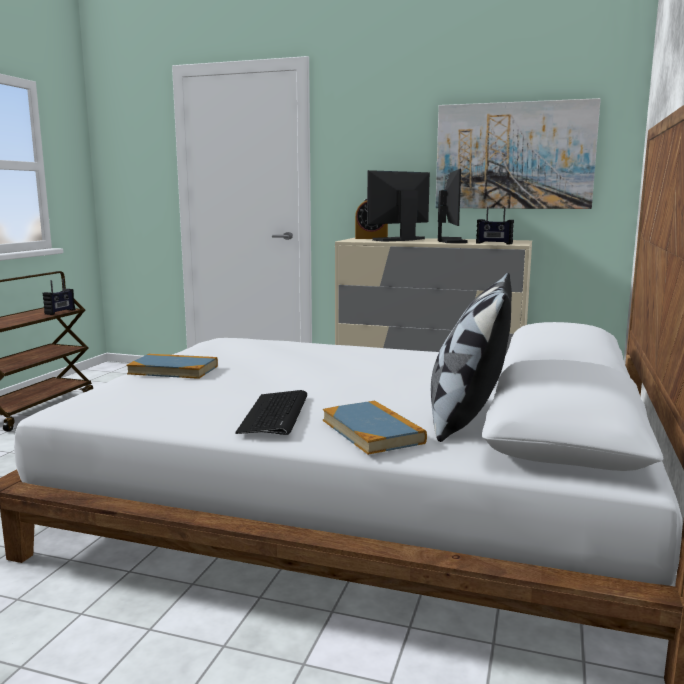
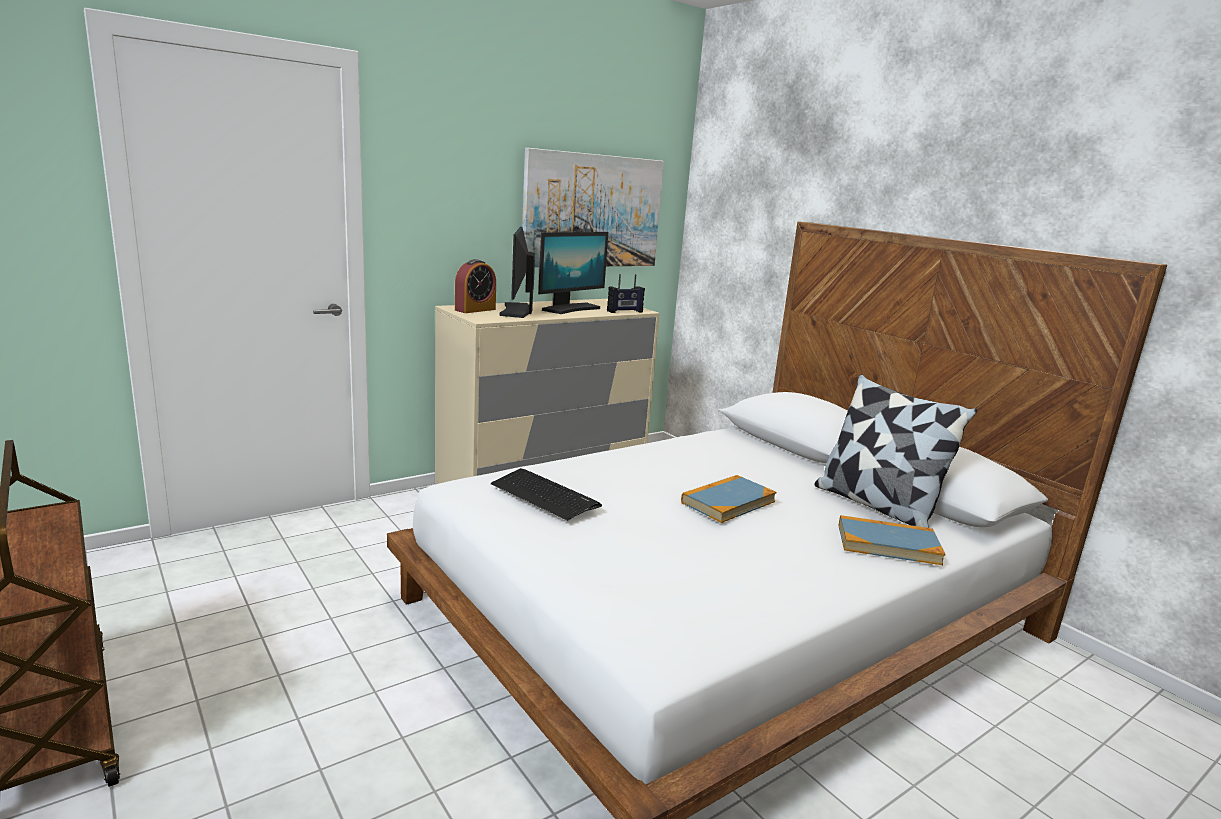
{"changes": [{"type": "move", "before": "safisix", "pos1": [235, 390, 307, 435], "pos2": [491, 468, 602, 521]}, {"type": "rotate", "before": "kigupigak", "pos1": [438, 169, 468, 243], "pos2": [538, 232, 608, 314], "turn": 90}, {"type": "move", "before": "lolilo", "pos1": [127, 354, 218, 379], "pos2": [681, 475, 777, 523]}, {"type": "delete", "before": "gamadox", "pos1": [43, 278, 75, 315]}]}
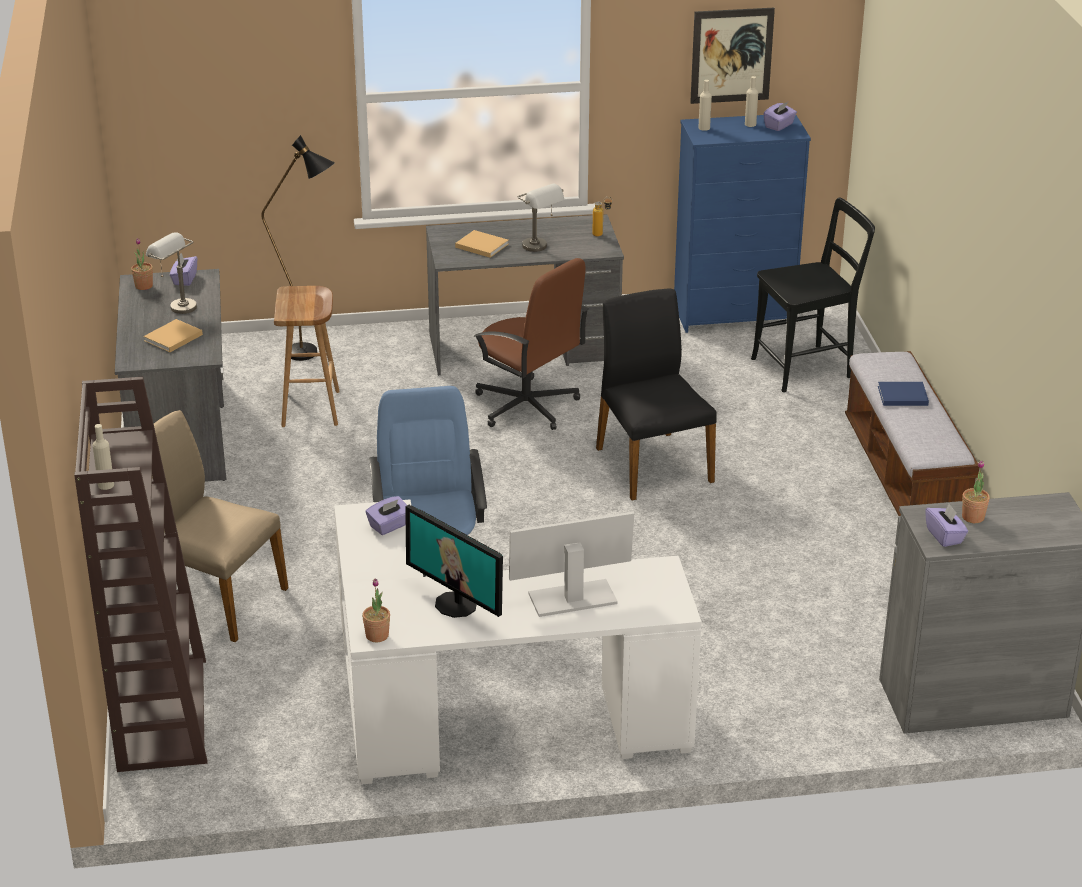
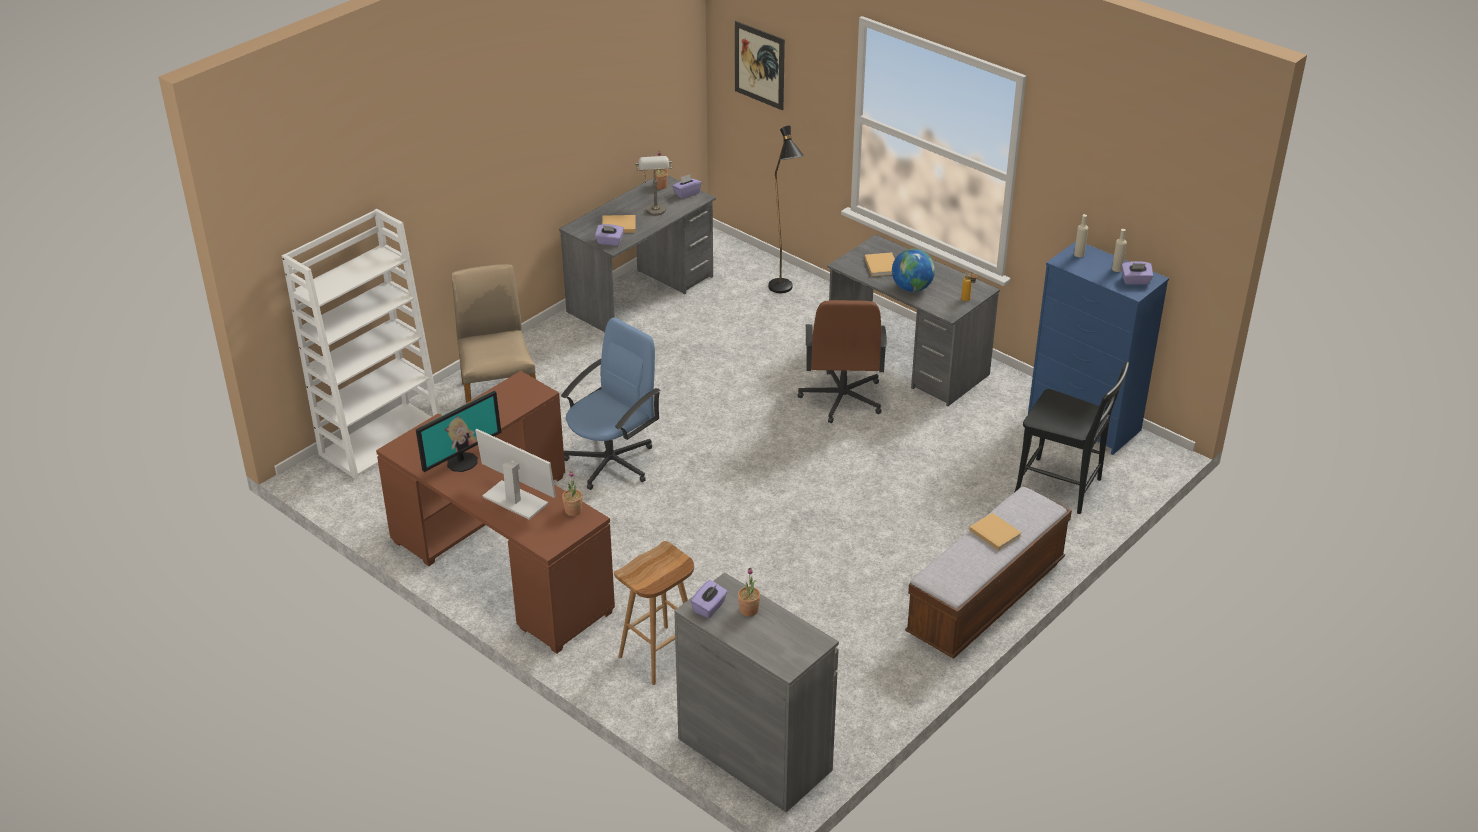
{"changes": [{"type": "recolor", "before": "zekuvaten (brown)", "after": "zekuvaten (white)", "pos1": [74, 377, 207, 772], "pos2": [282, 209, 440, 480]}, {"type": "recolor", "before": "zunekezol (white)", "after": "zunekezol (brown)", "pos1": [334, 500, 702, 784], "pos2": [376, 371, 615, 654]}, {"type": "rotate", "before": "kigupigak", "pos1": [405, 505, 503, 618], "pos2": [416, 391, 501, 472], "turn": -135}, {"type": "move", "before": "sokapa", "pos1": [362, 578, 390, 642], "pos2": [562, 471, 583, 516]}, {"type": "move", "before": "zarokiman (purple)", "pos1": [366, 496, 407, 535], "pos2": [595, 224, 624, 246]}, {"type": "move", "before": "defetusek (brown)", "pos1": [274, 286, 340, 427], "pos2": [614, 541, 694, 685]}, {"type": "move", "before": "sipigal", "pos1": [690, 8, 775, 104], "pos2": [735, 21, 785, 111]}, {"type": "replace", "before": "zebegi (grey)", "after": "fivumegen", "pos1": [518, 184, 564, 252], "pos2": [892, 249, 935, 292]}, {"type": "recolor", "before": "lolilo (blue)", "after": "lolilo (beige)", "pos1": [878, 382, 929, 406], "pos2": [969, 513, 1022, 551]}, {"type": "delete", "before": "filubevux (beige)", "pos1": [93, 424, 114, 490]}, {"type": "delete", "before": "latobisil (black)", "pos1": [596, 289, 717, 500]}]}
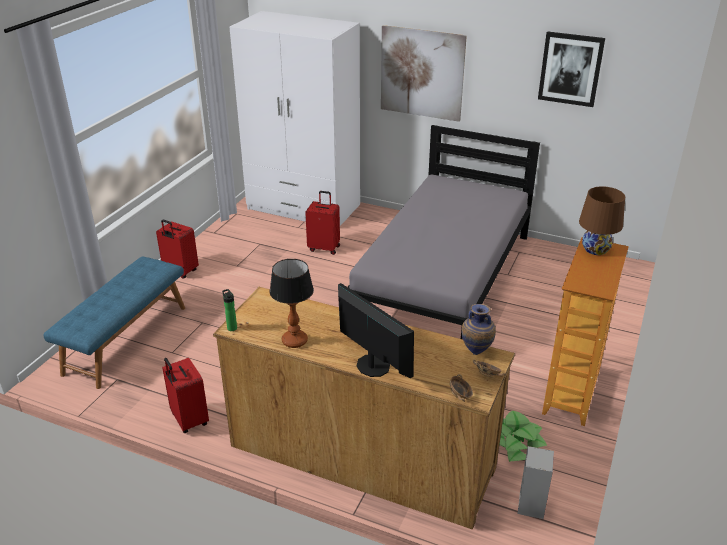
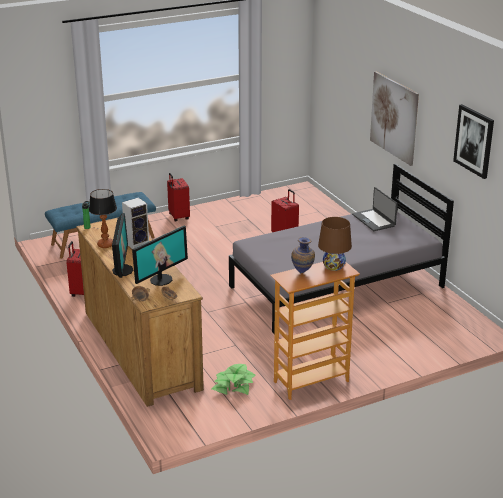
{"changes": [{"type": "move", "before": "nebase", "pos1": [517, 446, 554, 519], "pos2": [122, 198, 149, 249]}, {"type": "insert", "after": "kigupigak", "pos2": [132, 226, 188, 286]}, {"type": "move", "before": "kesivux", "pos1": [461, 304, 496, 355], "pos2": [291, 237, 315, 274]}, {"type": "insert", "after": "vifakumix", "pos2": [352, 187, 398, 231]}, {"type": "delete", "before": "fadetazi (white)", "pos1": [229, 11, 360, 226]}]}
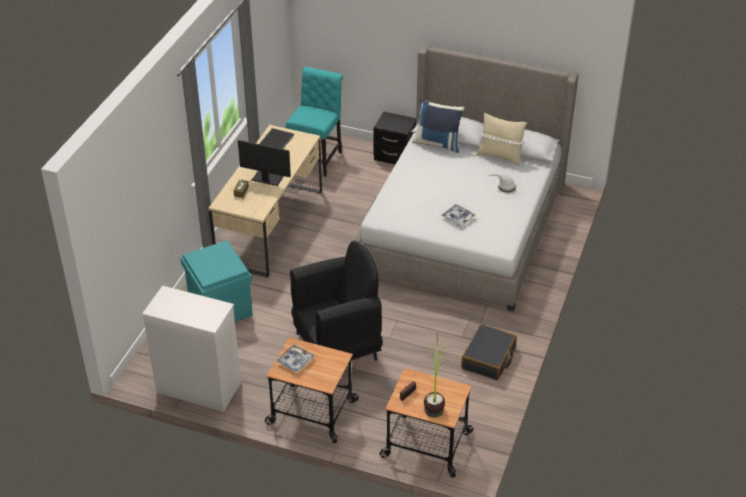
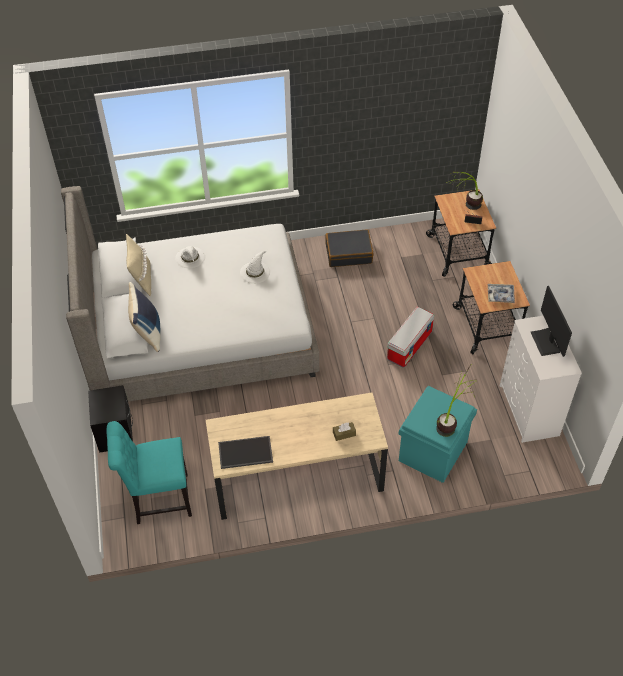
{"changes": [{"type": "replace", "before": "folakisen", "after": "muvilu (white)", "pos1": [440, 204, 476, 227], "pos2": [240, 249, 270, 284]}, {"type": "replace", "before": "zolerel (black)", "after": "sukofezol", "pos1": [290, 241, 383, 361], "pos2": [387, 307, 434, 368]}, {"type": "insert", "after": "sokapa", "pos2": [436, 364, 476, 437]}, {"type": "move", "before": "kigupigak", "pos1": [238, 140, 291, 186], "pos2": [531, 286, 572, 357]}]}
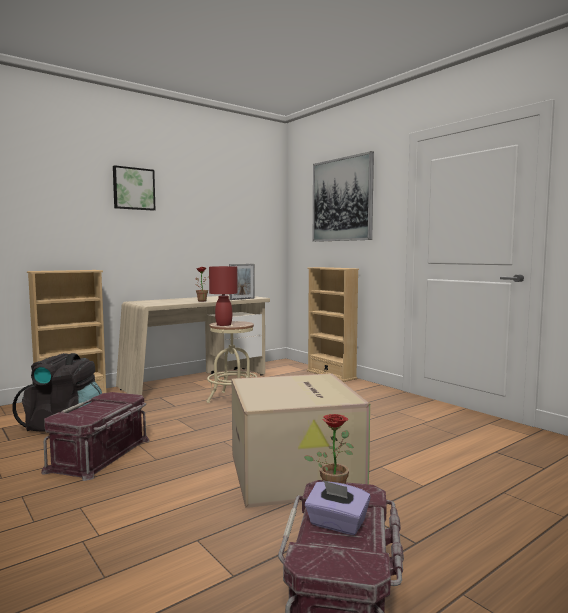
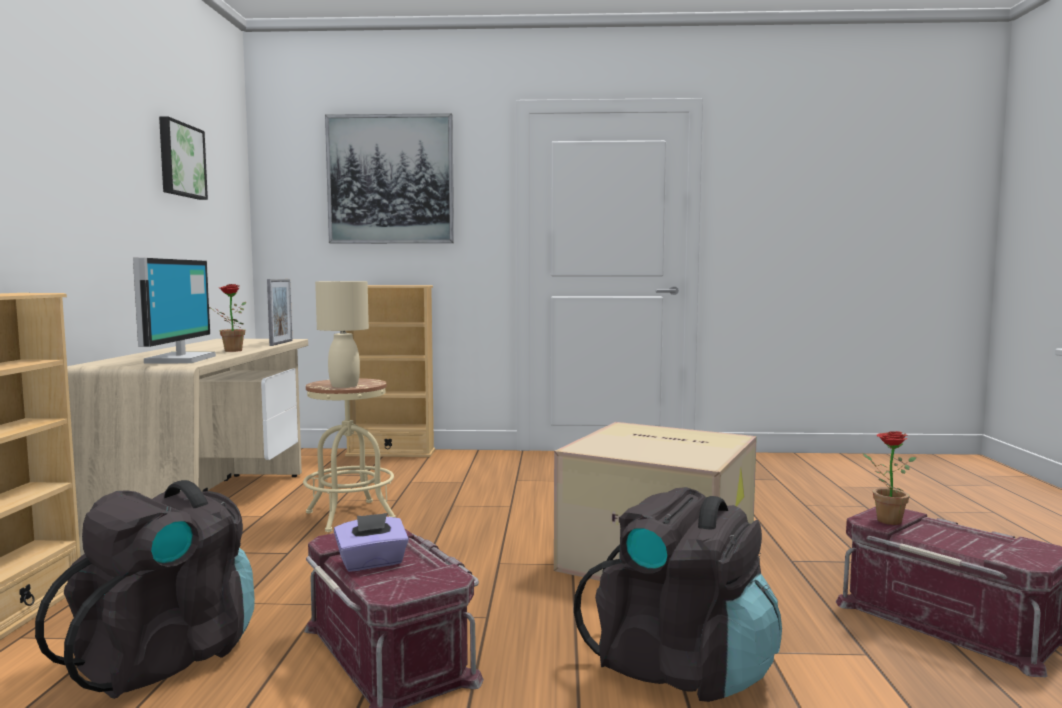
{"changes": [{"type": "insert", "after": "kigupigak", "pos2": [133, 258, 216, 364]}, {"type": "move", "before": "sipigal", "pos1": [113, 165, 155, 211], "pos2": [159, 116, 208, 200]}, {"type": "recolor", "before": "zebegi (red)", "after": "zebegi (beige)", "pos1": [209, 266, 238, 326], "pos2": [315, 281, 369, 388]}, {"type": "move", "before": "zarokiman (purple)", "pos1": [305, 481, 371, 535], "pos2": [334, 513, 409, 572]}, {"type": "insert", "after": "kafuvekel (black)", "pos2": [574, 487, 782, 702]}]}
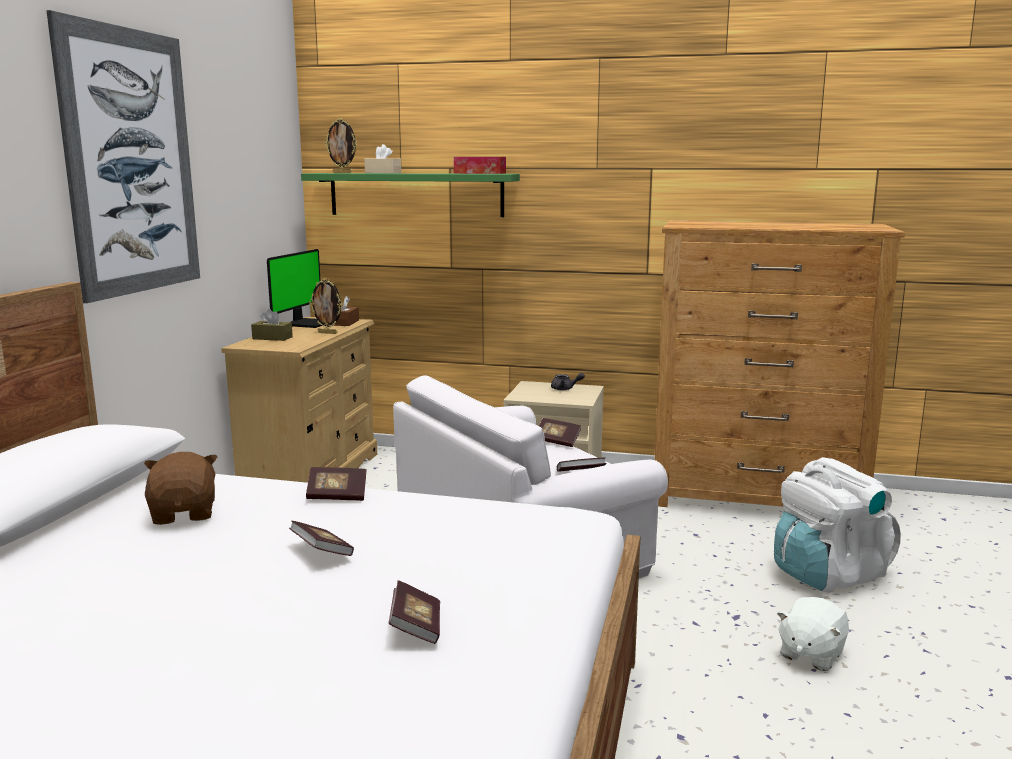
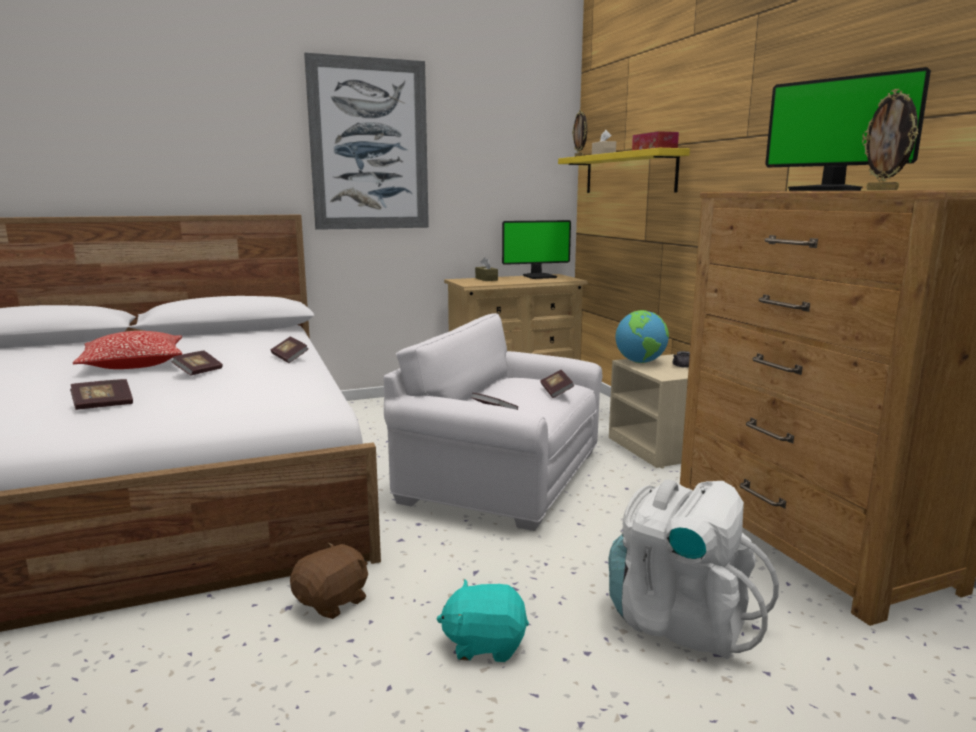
{"changes": [{"type": "insert", "after": "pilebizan", "pos2": [73, 331, 182, 369]}, {"type": "move", "before": "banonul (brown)", "pos1": [144, 452, 217, 525], "pos2": [290, 542, 368, 619]}, {"type": "recolor", "before": "banonul (white)", "after": "banonul (turquoise)", "pos1": [777, 597, 849, 671], "pos2": [437, 579, 529, 662]}, {"type": "recolor", "before": "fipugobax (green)", "after": "fipugobax (yellow)", "pos1": [301, 173, 520, 217], "pos2": [558, 148, 690, 193]}, {"type": "insert", "after": "fivumegen", "pos2": [616, 310, 669, 363]}, {"type": "insert", "after": "kigupigak", "pos2": [765, 67, 931, 191]}, {"type": "move", "before": "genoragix", "pos1": [309, 278, 343, 334], "pos2": [862, 89, 919, 190]}, {"type": "delete", "before": "zarokiman (brown)", "pos1": [333, 296, 359, 326]}]}
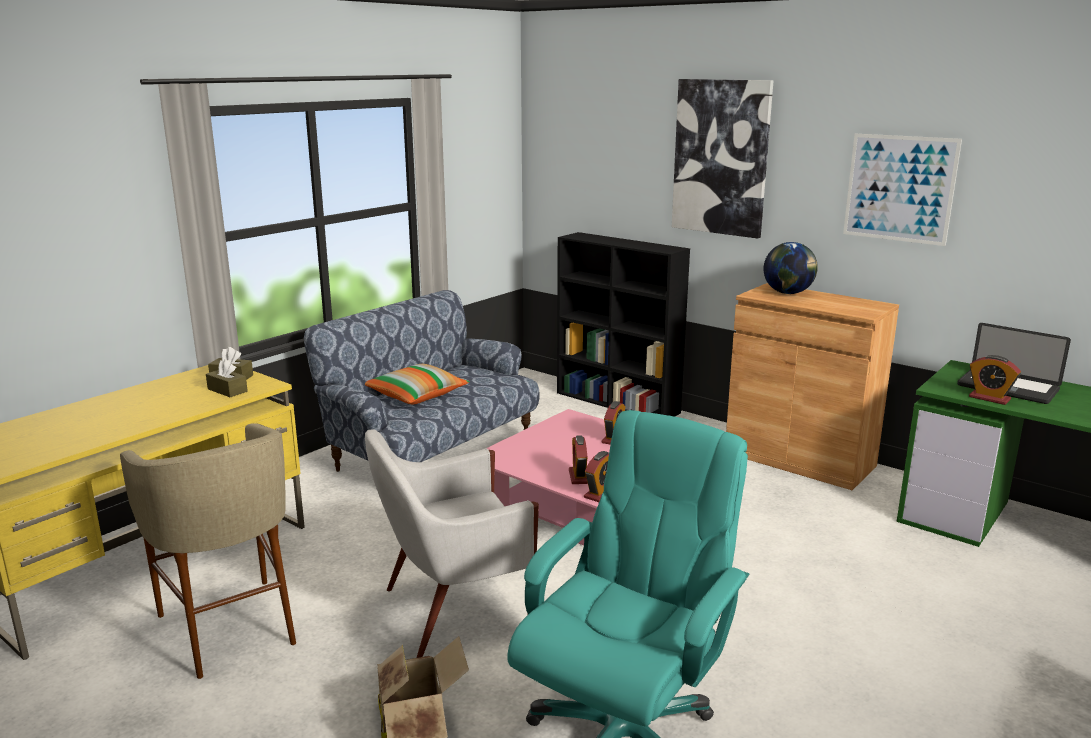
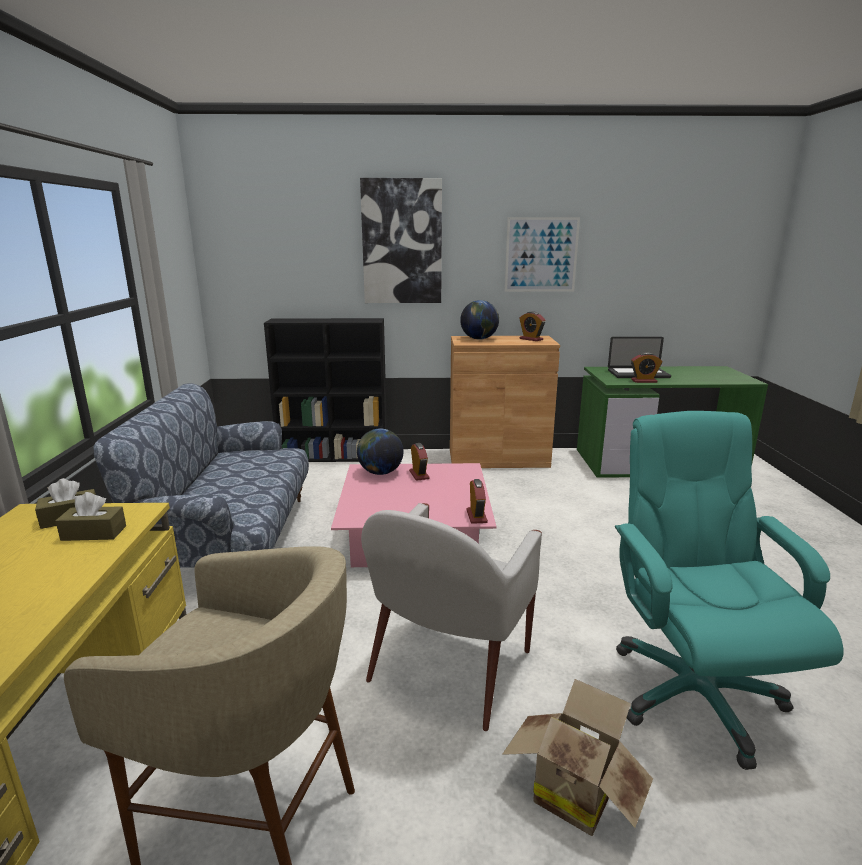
{"changes": [{"type": "insert", "after": "fivumegen", "pos2": [357, 428, 403, 475]}, {"type": "move", "before": "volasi", "pos1": [569, 435, 588, 484], "pos2": [519, 311, 546, 341]}, {"type": "delete", "before": "pilebizan", "pos1": [365, 364, 469, 404]}]}
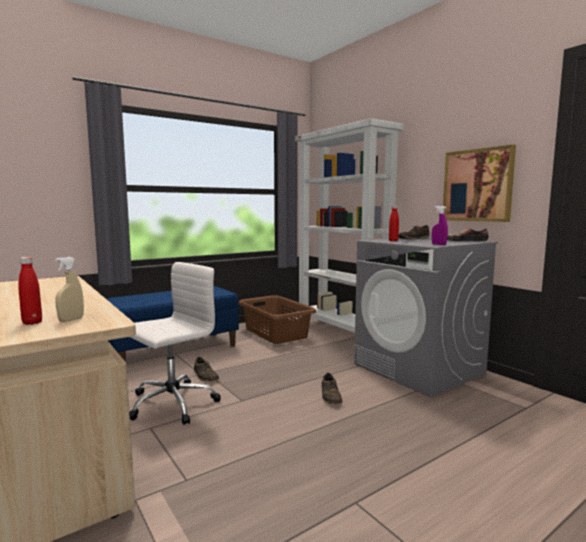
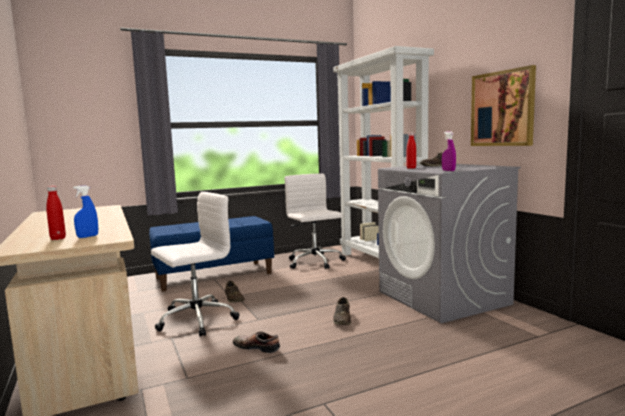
{"changes": [{"type": "recolor", "before": "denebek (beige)", "after": "denebek (blue)", "pos1": [55, 257, 84, 322], "pos2": [73, 185, 98, 238]}, {"type": "move", "before": "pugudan", "pos1": [447, 227, 488, 242], "pos2": [233, 332, 280, 353]}, {"type": "replace", "before": "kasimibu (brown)", "after": "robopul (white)", "pos1": [239, 295, 316, 344], "pos2": [284, 173, 346, 269]}]}
